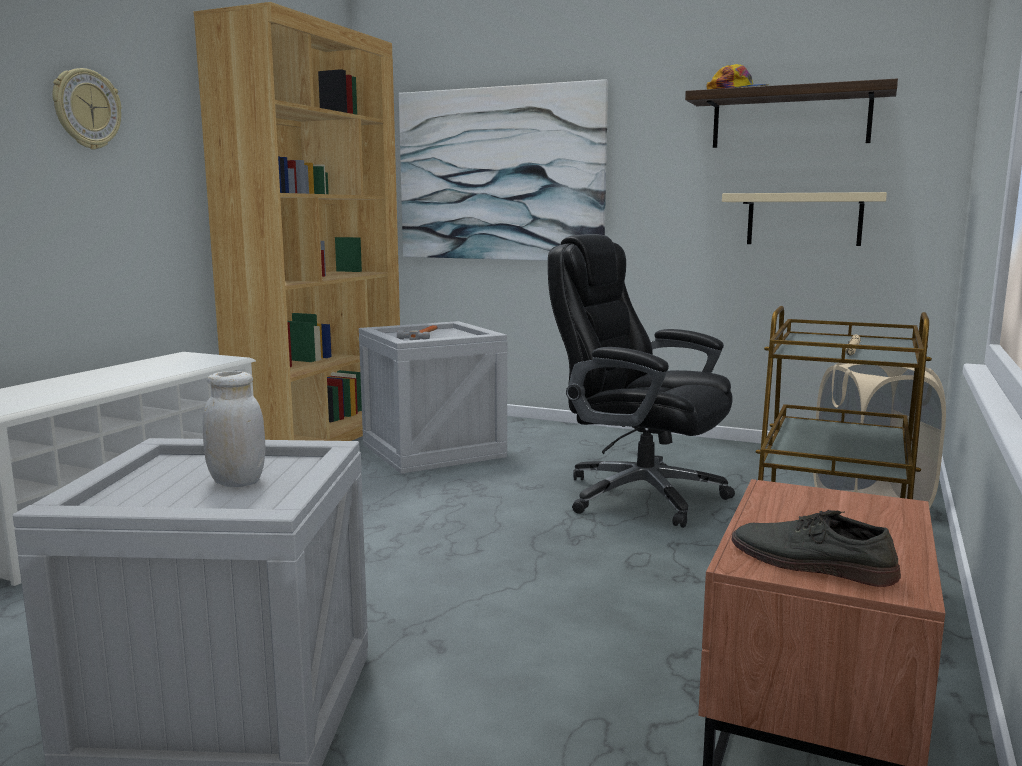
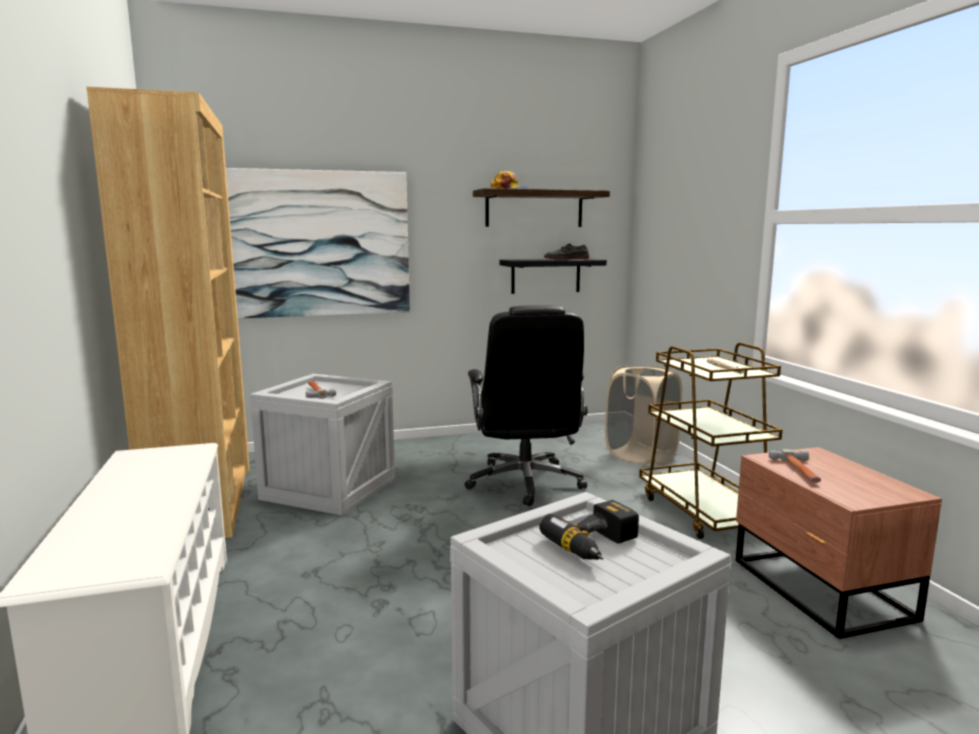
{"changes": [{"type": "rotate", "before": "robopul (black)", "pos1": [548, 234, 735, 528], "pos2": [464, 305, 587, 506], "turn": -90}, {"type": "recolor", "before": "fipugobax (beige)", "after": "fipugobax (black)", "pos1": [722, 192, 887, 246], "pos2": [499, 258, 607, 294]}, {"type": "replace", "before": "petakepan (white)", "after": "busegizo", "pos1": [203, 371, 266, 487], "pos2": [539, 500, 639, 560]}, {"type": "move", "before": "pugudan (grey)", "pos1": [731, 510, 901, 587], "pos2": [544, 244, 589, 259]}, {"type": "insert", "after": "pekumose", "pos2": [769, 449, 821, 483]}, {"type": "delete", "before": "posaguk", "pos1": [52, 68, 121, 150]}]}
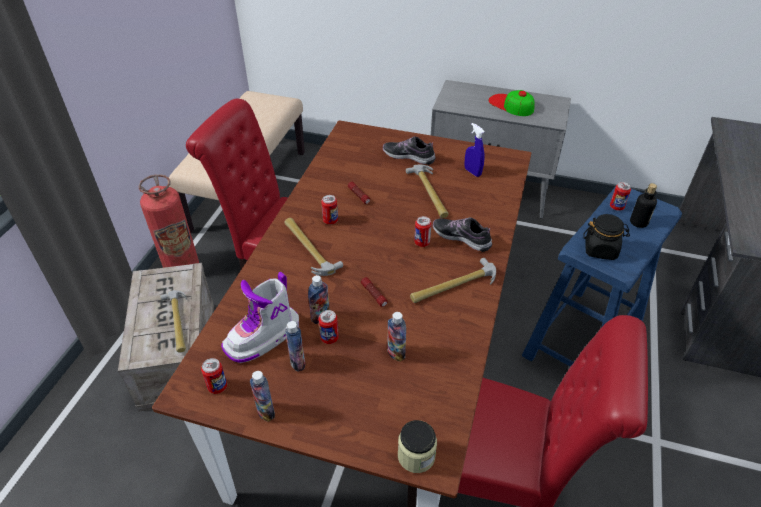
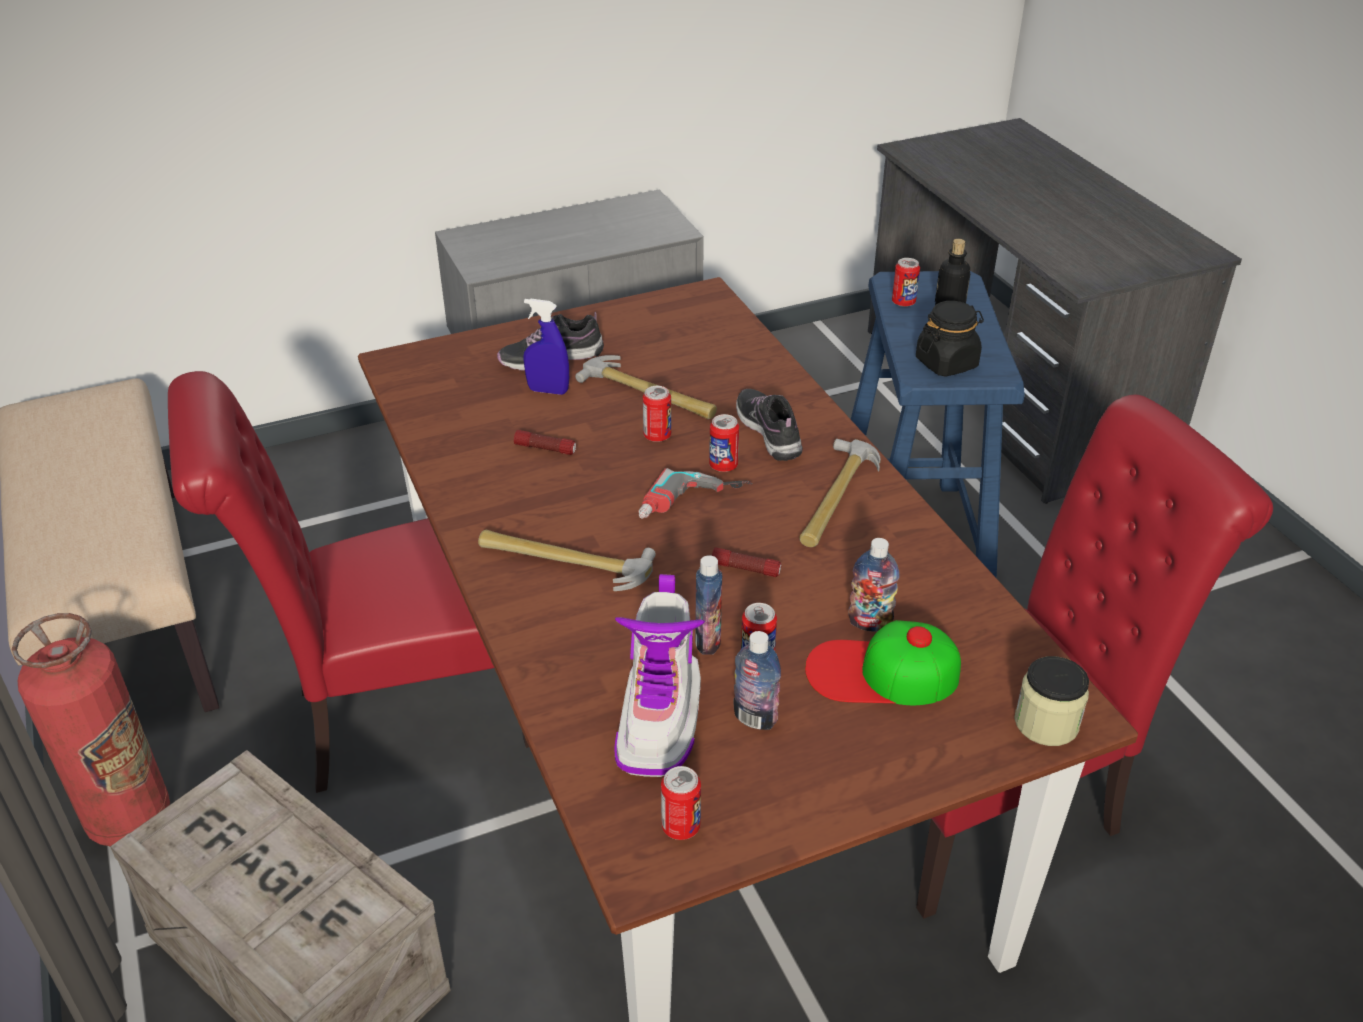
{"changes": [{"type": "move", "before": "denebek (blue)", "pos1": [464, 123, 484, 177], "pos2": [523, 298, 569, 395]}, {"type": "insert", "after": "busegizo", "pos2": [639, 468, 752, 519]}, {"type": "move", "before": "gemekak", "pos1": [321, 195, 338, 225], "pos2": [643, 386, 671, 442]}, {"type": "rotate", "before": "pugudan", "pos1": [433, 217, 492, 252], "pos2": [736, 389, 803, 461], "turn": 75}, {"type": "move", "before": "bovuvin", "pos1": [489, 90, 535, 116], "pos2": [805, 620, 961, 705]}, {"type": "delete", "before": "pekumose", "pos1": [160, 290, 187, 353]}, {"type": "delete", "before": "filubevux", "pos1": [250, 371, 275, 422]}]}
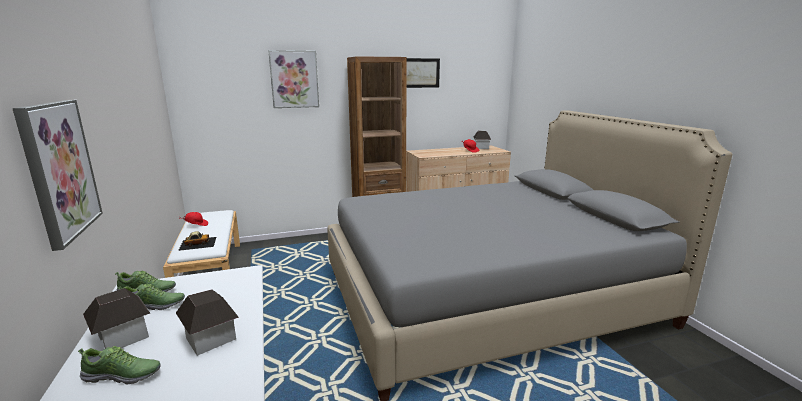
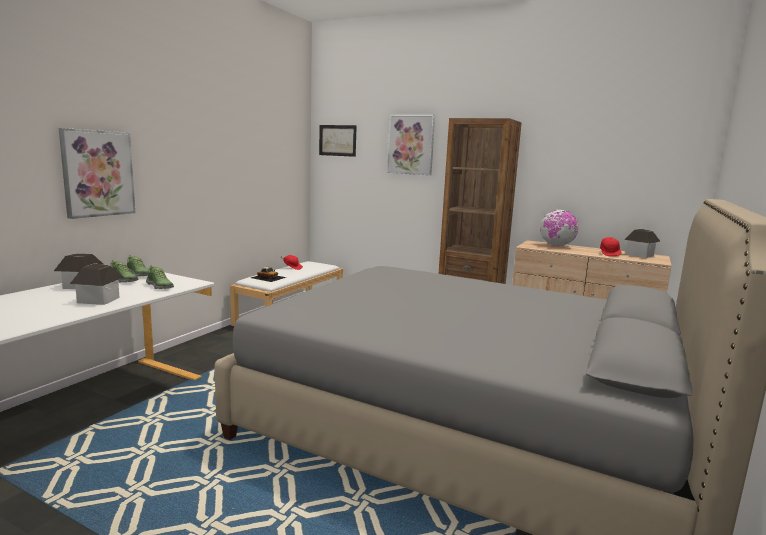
{"changes": [{"type": "move", "before": "pugudan", "pos1": [78, 346, 161, 385], "pos2": [146, 265, 174, 289]}, {"type": "move", "before": "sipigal", "pos1": [406, 58, 440, 88], "pos2": [319, 125, 357, 157]}, {"type": "insert", "after": "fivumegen", "pos2": [540, 210, 578, 246]}]}
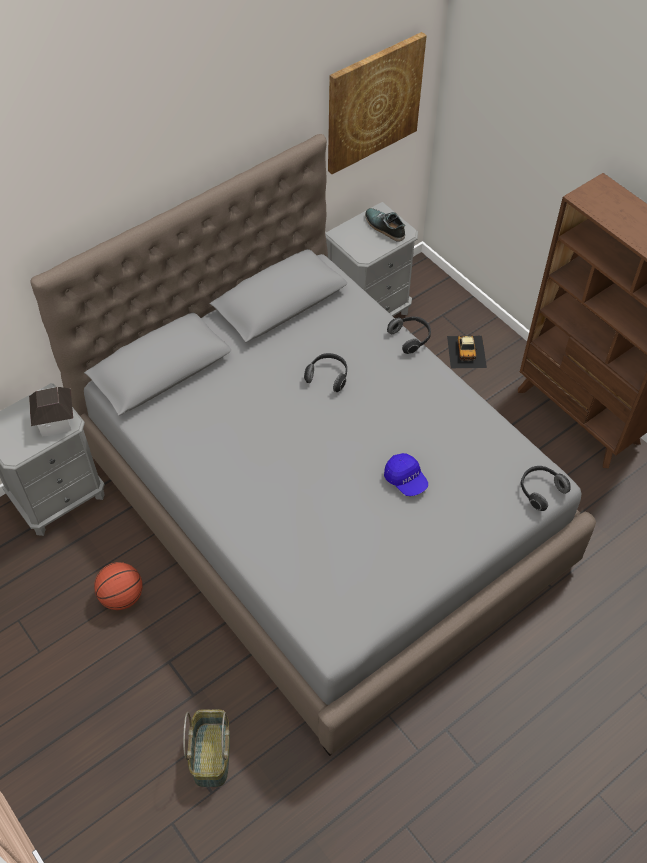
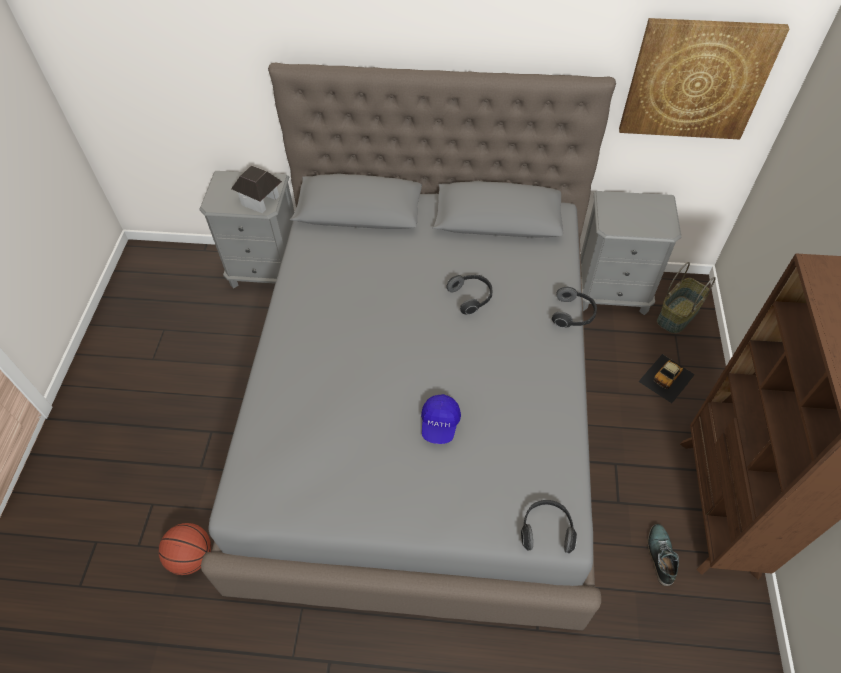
{"changes": [{"type": "move", "before": "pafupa", "pos1": [94, 562, 143, 610], "pos2": [159, 523, 211, 575]}, {"type": "move", "before": "pugudan", "pos1": [365, 208, 406, 242], "pos2": [648, 524, 679, 586]}, {"type": "move", "before": "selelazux", "pos1": [183, 709, 230, 787], "pos2": [657, 262, 716, 334]}]}
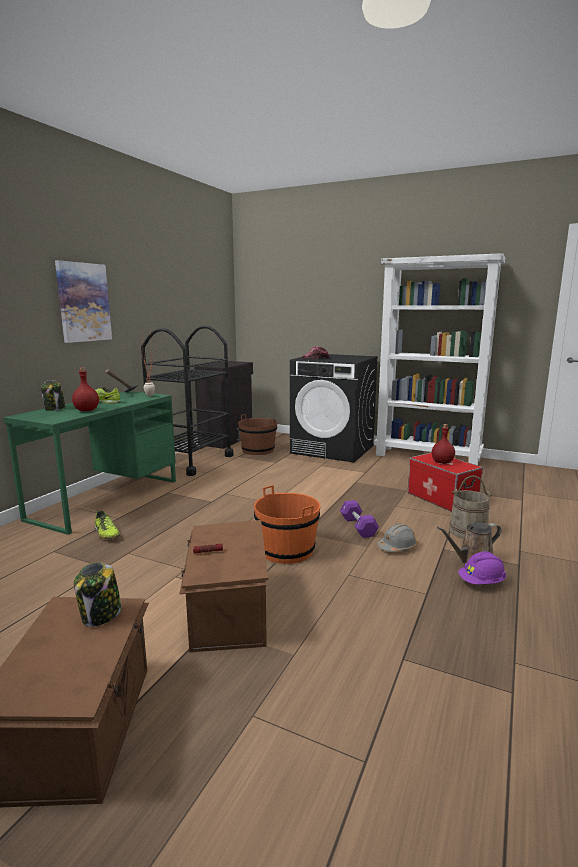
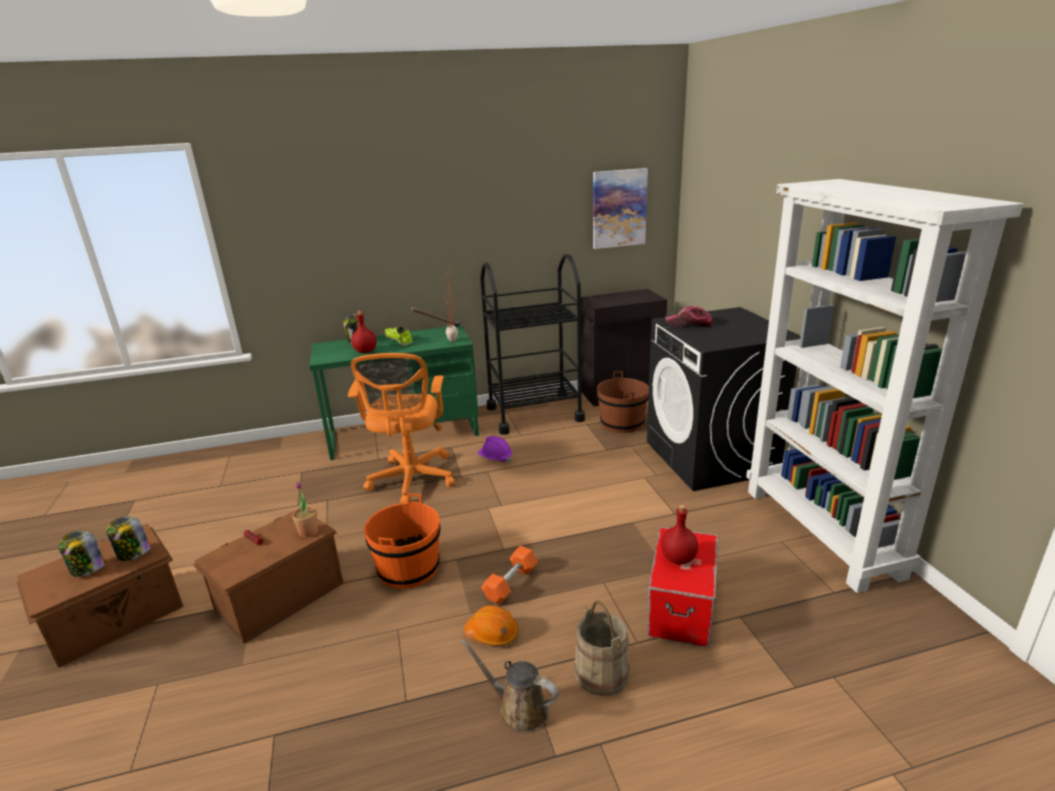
{"changes": [{"type": "insert", "after": "petakepan", "pos2": [58, 530, 106, 577]}, {"type": "insert", "after": "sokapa", "pos2": [292, 482, 319, 538]}, {"type": "insert", "after": "robopul (orange)", "pos2": [348, 353, 455, 503]}, {"type": "recolor", "before": "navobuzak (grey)", "after": "navobuzak (orange)", "pos1": [378, 523, 418, 552], "pos2": [464, 605, 519, 646]}, {"type": "move", "before": "navobuzak (purple)", "pos1": [458, 551, 506, 585], "pos2": [478, 436, 512, 463]}, {"type": "recolor", "before": "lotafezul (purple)", "after": "lotafezul (orange)", "pos1": [340, 500, 379, 538], "pos2": [481, 546, 538, 605]}, {"type": "move", "before": "sipigal", "pos1": [55, 260, 112, 343], "pos2": [593, 168, 648, 249]}, {"type": "delete", "before": "pugudan", "pos1": [95, 511, 120, 539]}]}
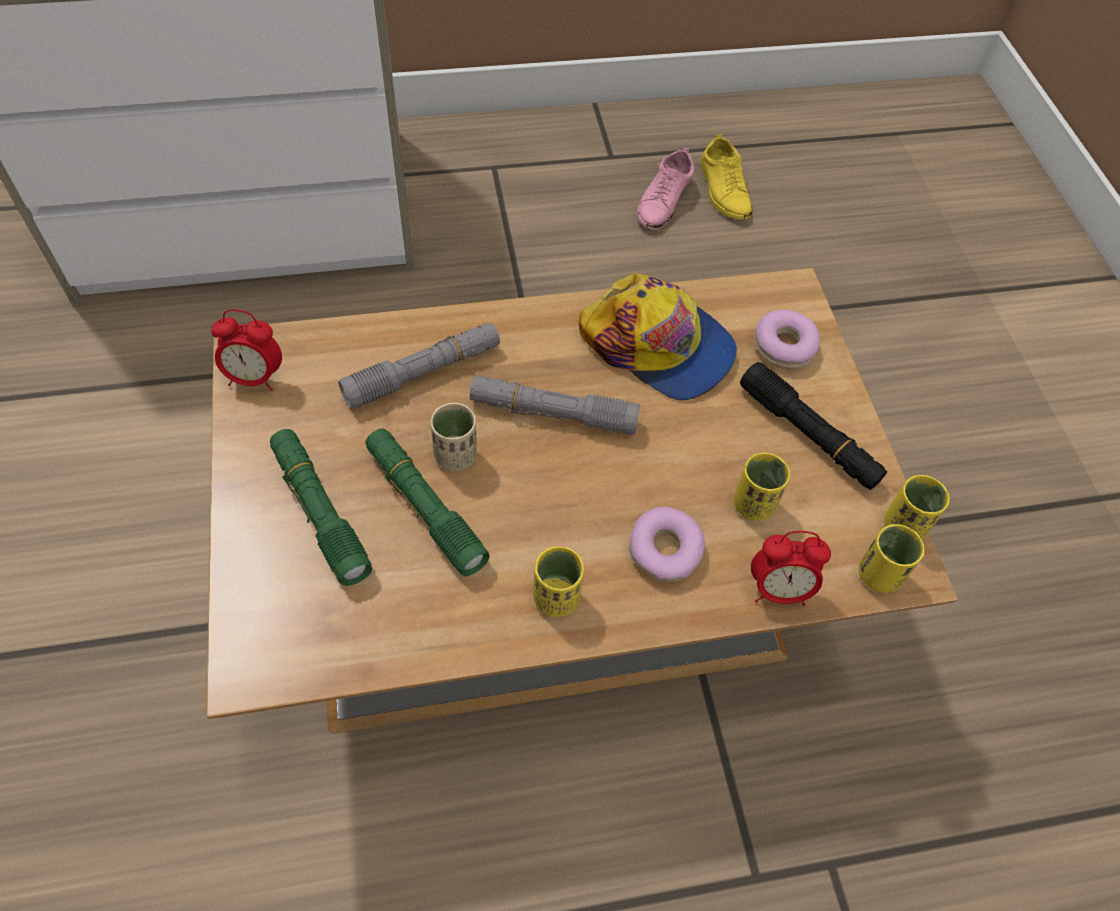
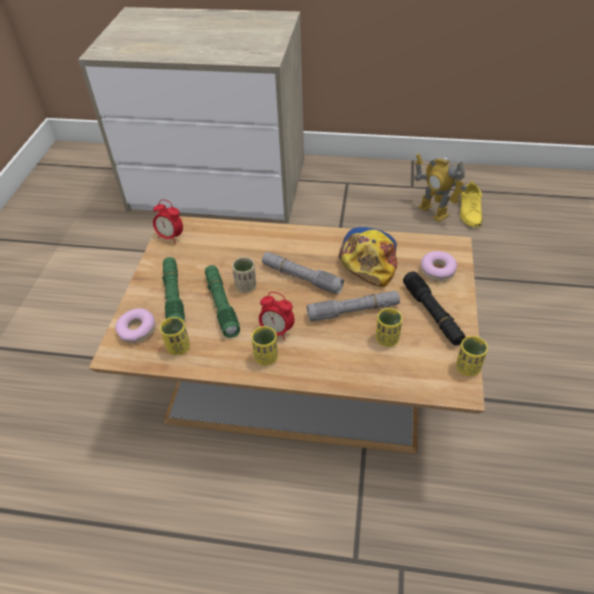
{"changes": [{"type": "move", "before": "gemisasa", "pos1": [629, 507, 705, 582], "pos2": [115, 308, 156, 343]}, {"type": "move", "before": "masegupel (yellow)", "pos1": [859, 524, 924, 593], "pos2": [160, 317, 190, 355]}, {"type": "move", "before": "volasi", "pos1": [751, 531, 831, 606], "pos2": [259, 292, 295, 340]}, {"type": "move", "before": "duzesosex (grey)", "pos1": [338, 323, 500, 409], "pos2": [307, 291, 400, 321]}, {"type": "rotate", "before": "bovuvin", "pos1": [579, 273, 737, 400], "pos2": [339, 227, 397, 287], "turn": -135}, {"type": "replace", "before": "pugudan (pink)", "after": "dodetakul", "pos1": [637, 147, 694, 230], "pos2": [414, 154, 466, 222]}]}
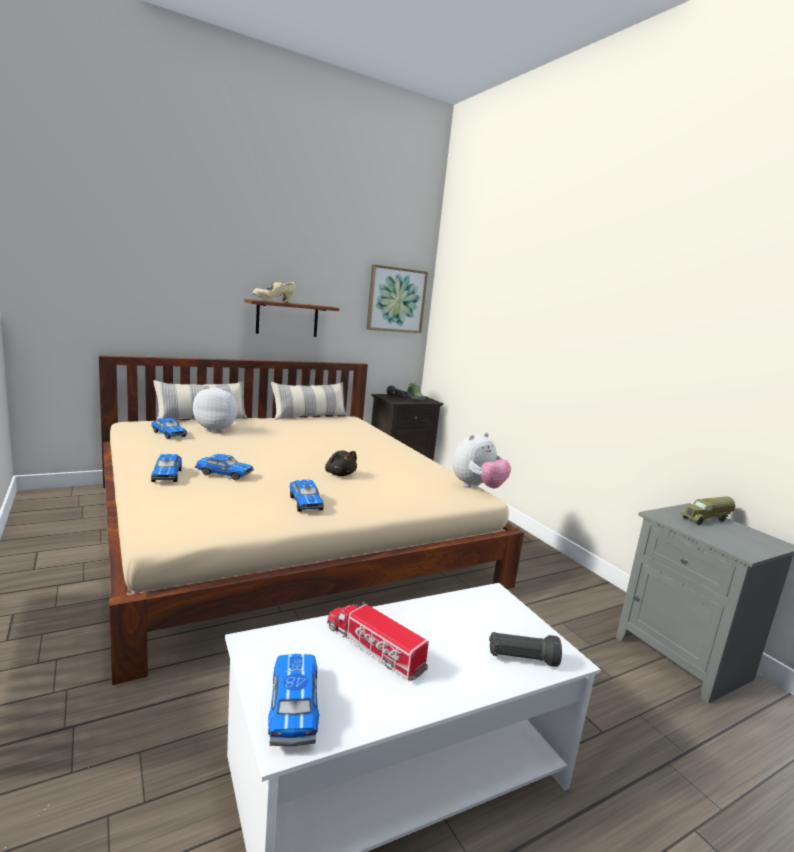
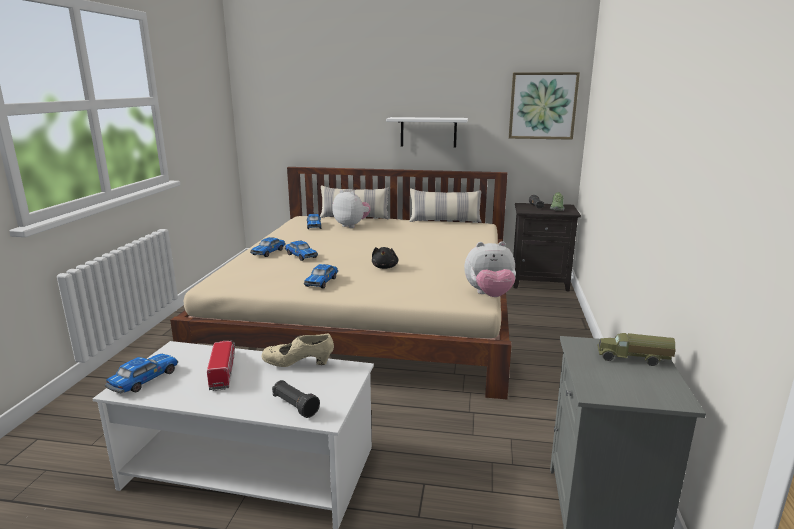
{"changes": [{"type": "move", "before": "pugudan (beige)", "pos1": [253, 282, 295, 303], "pos2": [261, 334, 334, 367]}, {"type": "recolor", "before": "fipugobax (brown)", "after": "fipugobax (white)", "pos1": [244, 299, 339, 337], "pos2": [386, 117, 468, 148]}]}
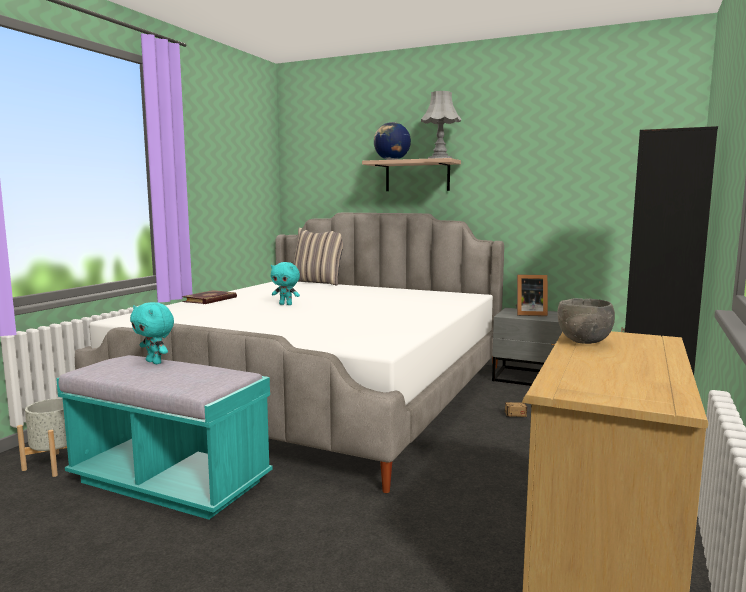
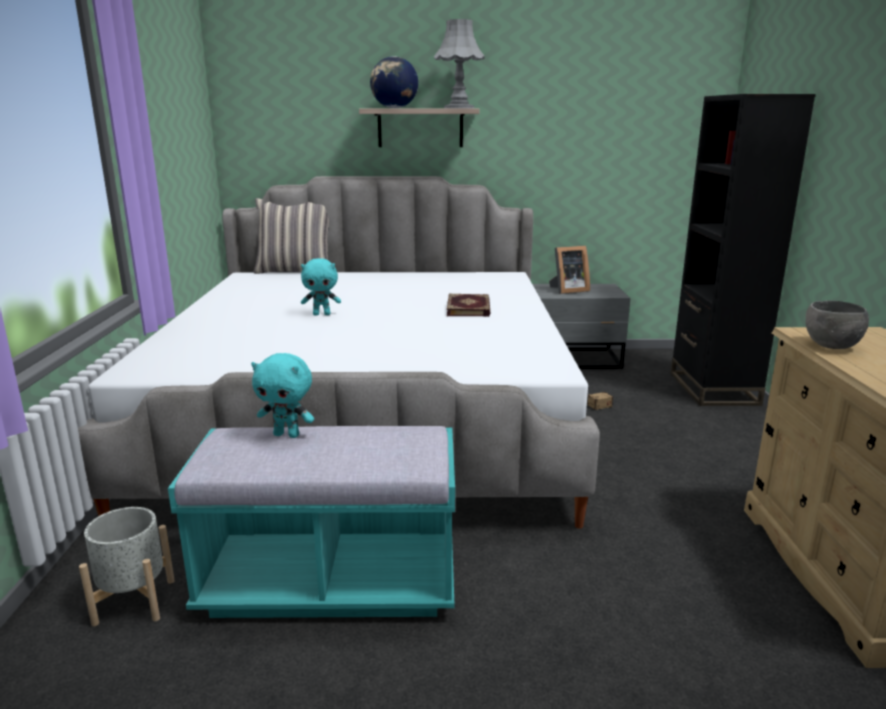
{"changes": [{"type": "move", "before": "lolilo", "pos1": [182, 290, 237, 304], "pos2": [447, 294, 490, 317]}]}
